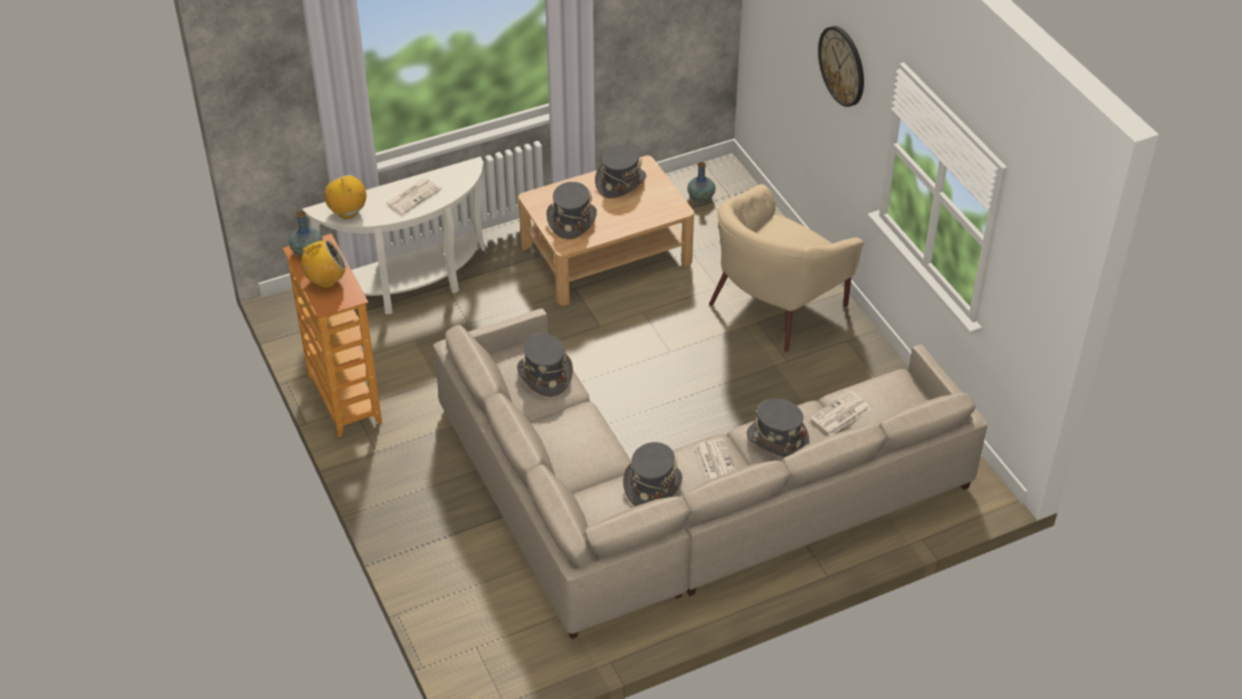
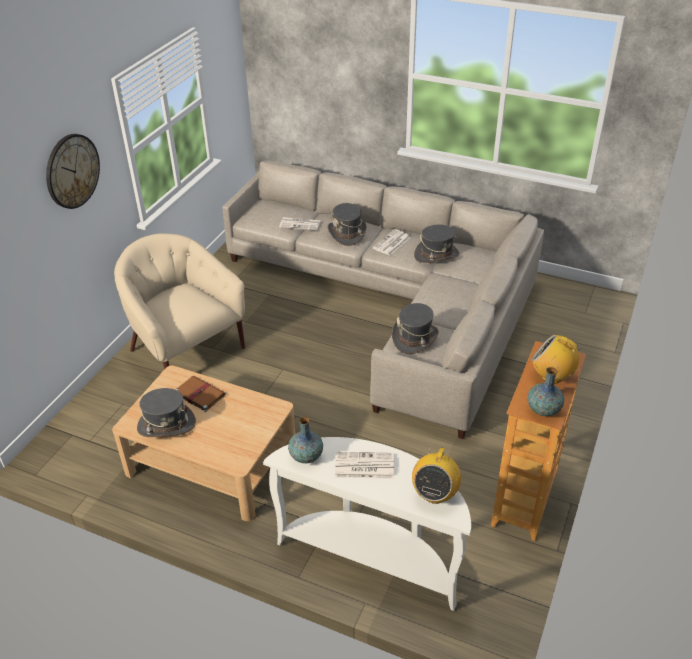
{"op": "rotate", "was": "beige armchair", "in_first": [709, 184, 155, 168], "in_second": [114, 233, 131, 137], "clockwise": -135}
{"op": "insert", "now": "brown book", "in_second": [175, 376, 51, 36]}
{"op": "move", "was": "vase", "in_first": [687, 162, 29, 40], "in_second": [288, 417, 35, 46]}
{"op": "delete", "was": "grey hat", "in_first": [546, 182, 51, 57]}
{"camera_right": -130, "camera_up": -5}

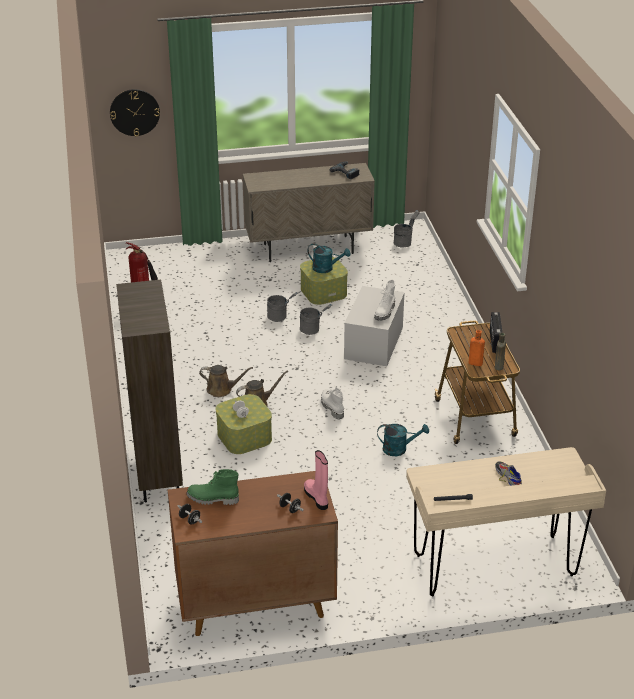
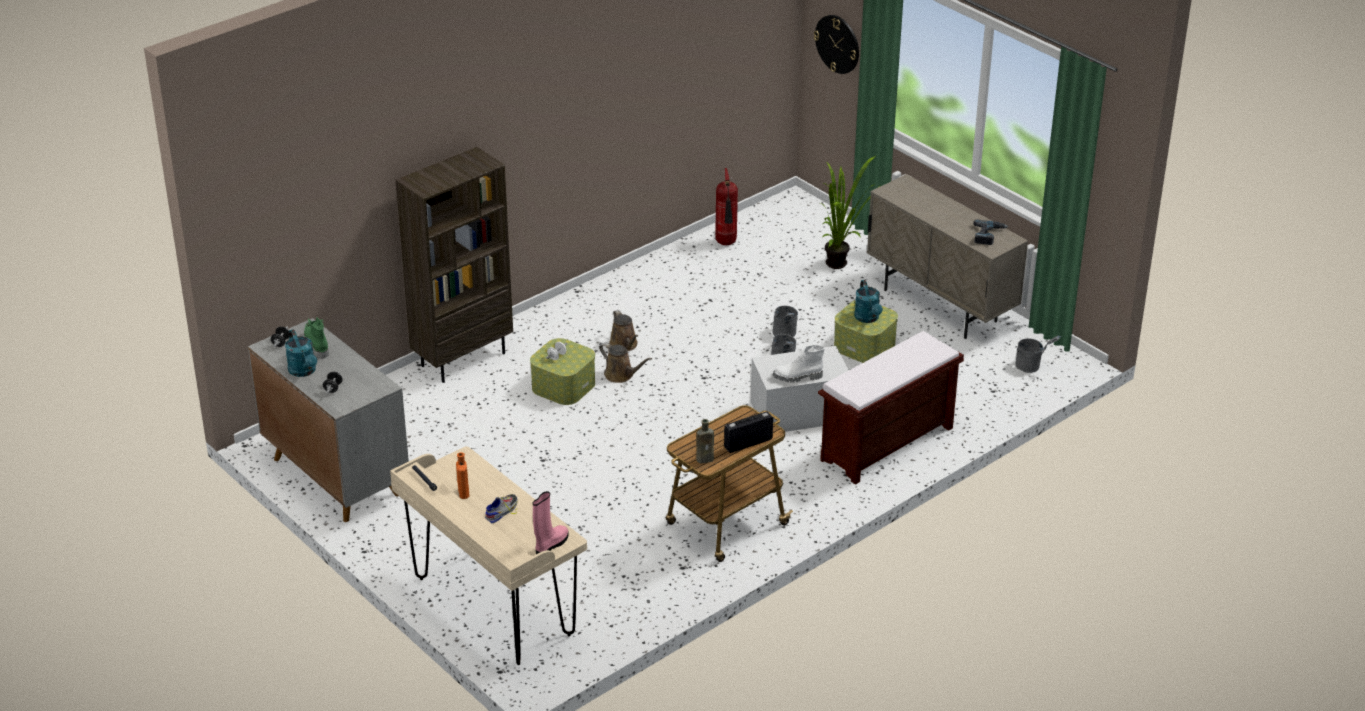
{"op": "recolor", "was": "brown cabinet", "now": "grey cabinet", "in_first": [168, 471, 170, 165], "in_second": [248, 318, 161, 204]}
{"op": "move", "was": "turquoise watering can", "in_first": [377, 424, 52, 32], "in_second": [285, 329, 32, 48]}
{"op": "move", "was": "orange bottle", "in_first": [469, 330, 16, 36], "in_second": [456, 452, 13, 47]}
{"op": "move", "was": "pink boot", "in_first": [304, 450, 24, 60], "in_second": [533, 491, 36, 63]}
{"op": "insert", "now": "brown bench", "in_second": [818, 331, 146, 154]}
{"op": "insert", "now": "potted plant", "in_second": [820, 156, 61, 113]}
{"op": "delete", "was": "white boot", "in_first": [321, 387, 23, 33]}
{"camera_right": 60, "camera_up": 0}

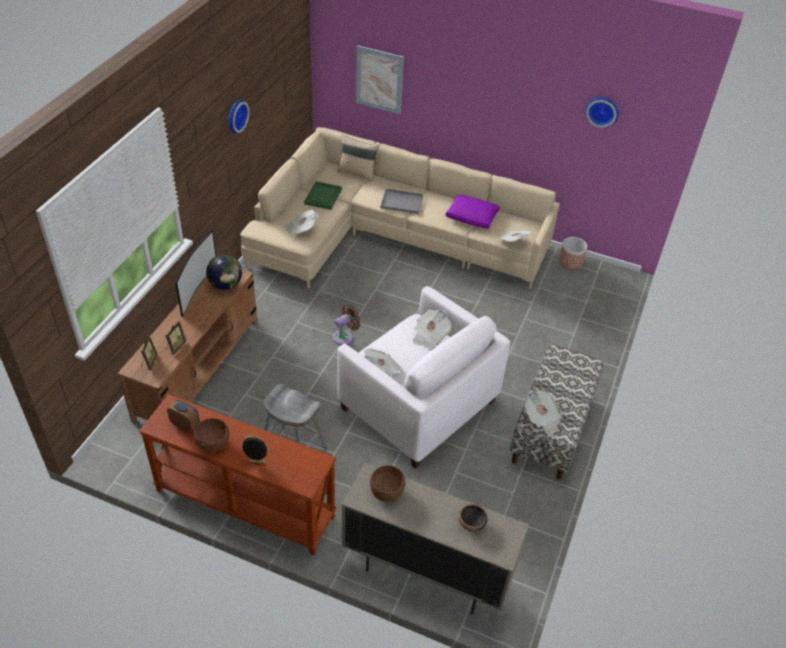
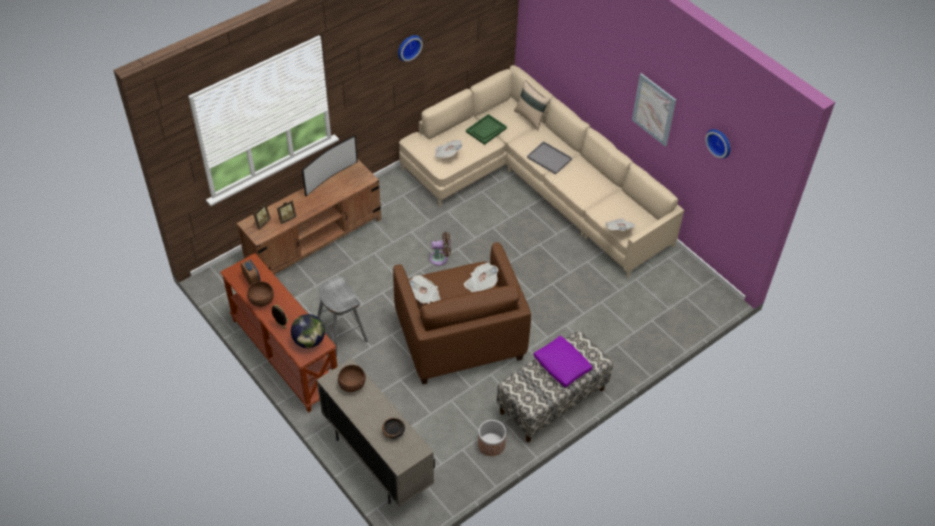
{"op": "move", "was": "globe", "in_first": [206, 254, 36, 36], "in_second": [291, 314, 34, 34]}
{"op": "recolor", "was": "white armchair", "now": "brown armchair", "in_first": [337, 286, 173, 183], "in_second": [393, 242, 138, 143]}
{"op": "move", "was": "planter", "in_first": [559, 237, 28, 33], "in_second": [478, 420, 28, 36]}
{"op": "move", "was": "purple pillow", "in_first": [446, 194, 54, 35], "in_second": [533, 336, 60, 52]}
{"op": "move", "was": "picture", "in_first": [356, 45, 48, 69], "in_second": [632, 73, 44, 74]}
{"op": "delete", "was": "newspaper", "in_first": [525, 390, 37, 44]}
{"camera_right": 30, "camera_up": 5}

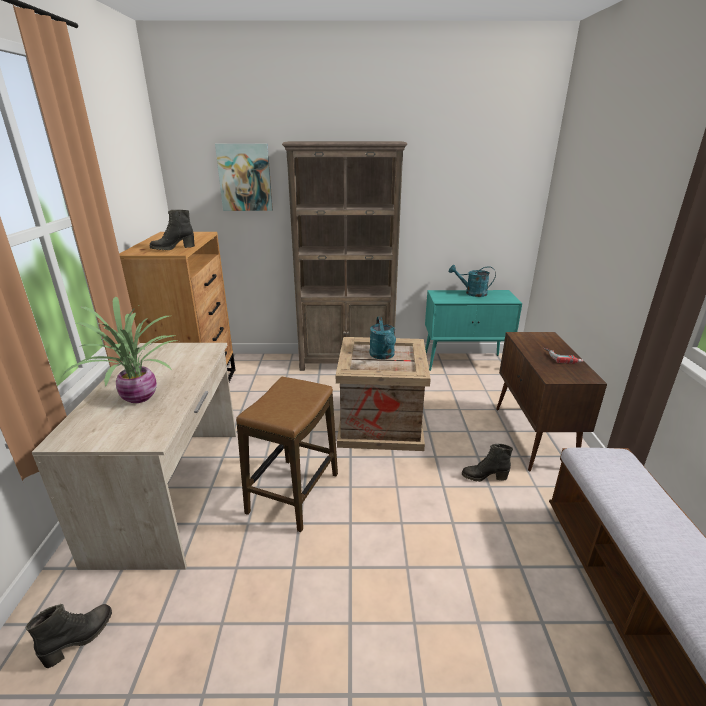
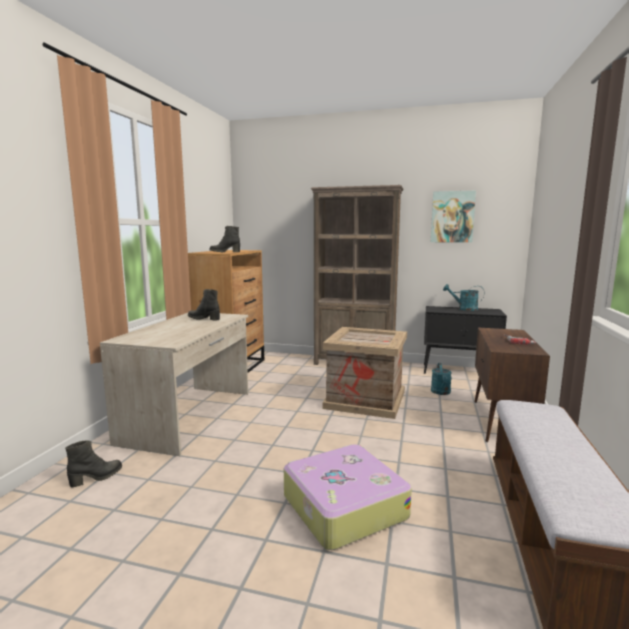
{"op": "move", "was": "black boot", "in_first": [462, 444, 51, 38], "in_second": [188, 289, 32, 32]}
{"op": "insert", "now": "suitcase", "in_second": [284, 444, 128, 106]}
{"op": "recolor", "was": "turquoise cabinet", "now": "black cabinet", "in_first": [425, 290, 97, 81], "in_second": [424, 306, 83, 68]}
{"op": "move", "was": "picture", "in_first": [215, 144, 58, 67], "in_second": [431, 191, 45, 52]}
{"op": "move", "was": "turquoise watering can", "in_first": [370, 317, 26, 43], "in_second": [431, 363, 21, 32]}
{"op": "delete", "was": "potted plant", "in_first": [62, 297, 115, 106]}
{"op": "delete", "was": "stool", "in_first": [236, 377, 102, 155]}
{"camera_right": 15, "camera_up": -15}

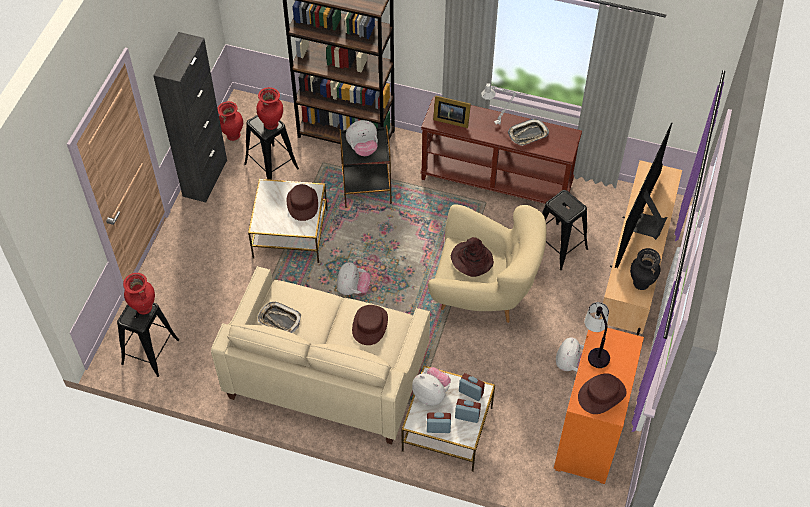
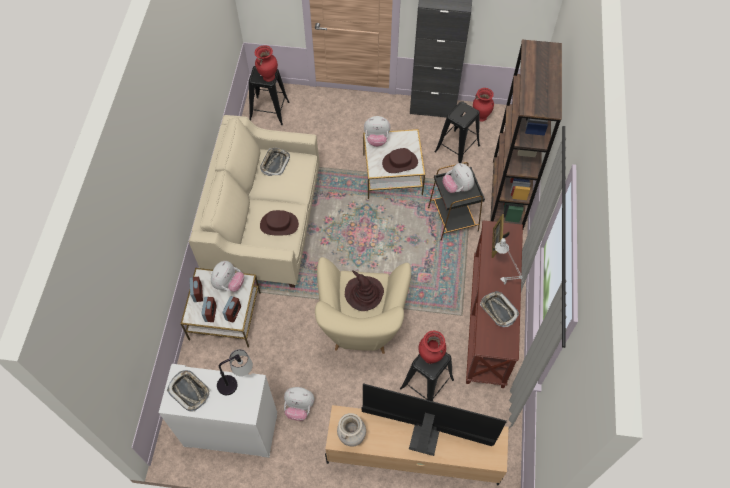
{"op": "recolor", "was": "orange cabinet", "now": "white cabinet", "in_first": [554, 328, 90, 156], "in_second": [159, 364, 118, 94]}
{"op": "replace", "was": "brown hat", "now": "tray", "in_first": [578, 373, 48, 41], "in_second": [167, 370, 43, 42]}
{"op": "recolor", "was": "black vase", "now": "beige vase", "in_first": [630, 248, 31, 42], "in_second": [337, 413, 29, 33]}
{"op": "move", "was": "plush toy", "in_first": [336, 262, 35, 33], "in_second": [364, 116, 27, 31]}
{"op": "move", "was": "red vase", "in_first": [257, 87, 26, 43], "in_second": [418, 331, 28, 33]}
{"camera_right": 80, "camera_up": 5}

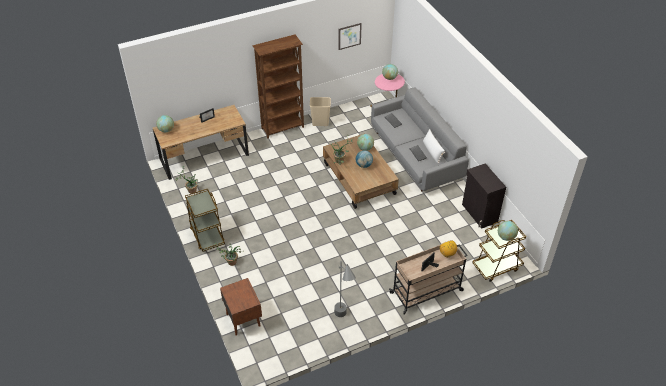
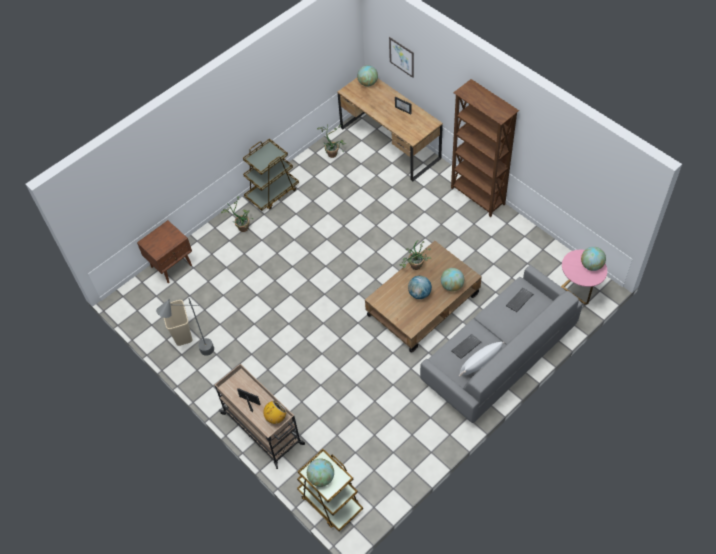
{"op": "move", "was": "beige trash can", "in_first": [310, 97, 21, 29], "in_second": [164, 300, 28, 46]}
{"op": "move", "was": "picture", "in_first": [338, 23, 24, 27], "in_second": [389, 37, 25, 41]}
{"op": "delete", "was": "black cabinet", "in_first": [462, 163, 44, 66]}
{"camera_right": 75, "camera_up": 10}

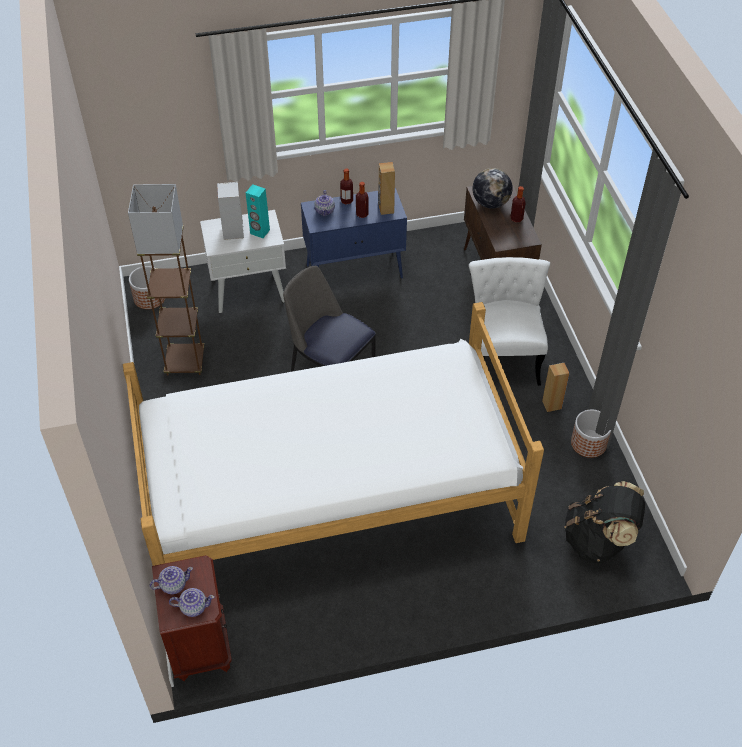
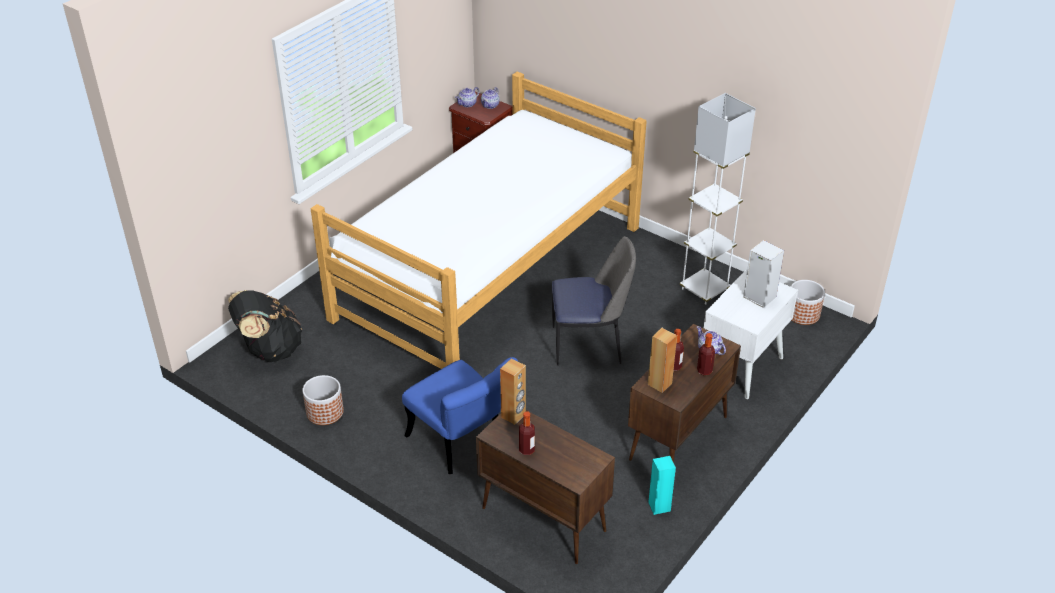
{"op": "recolor", "was": "white chair", "now": "blue chair", "in_first": [469, 257, 81, 129], "in_second": [402, 357, 116, 117]}
{"op": "move", "was": "brown speaker", "in_first": [542, 363, 27, 49], "in_second": [500, 359, 26, 66]}
{"op": "recolor", "was": "blue cabinet", "now": "brown cabinet", "in_first": [301, 188, 106, 90], "in_second": [628, 324, 113, 139]}
{"op": "move", "was": "turquoise speaker", "in_first": [246, 184, 24, 54], "in_second": [648, 456, 28, 59]}
{"op": "recolor", "was": "brown floor lamp", "now": "white floor lamp", "in_first": [128, 184, 76, 192], "in_second": [680, 93, 76, 212]}
{"op": "delete", "was": "globe", "in_first": [473, 168, 40, 41]}
{"camera_right": 140, "camera_up": -10}

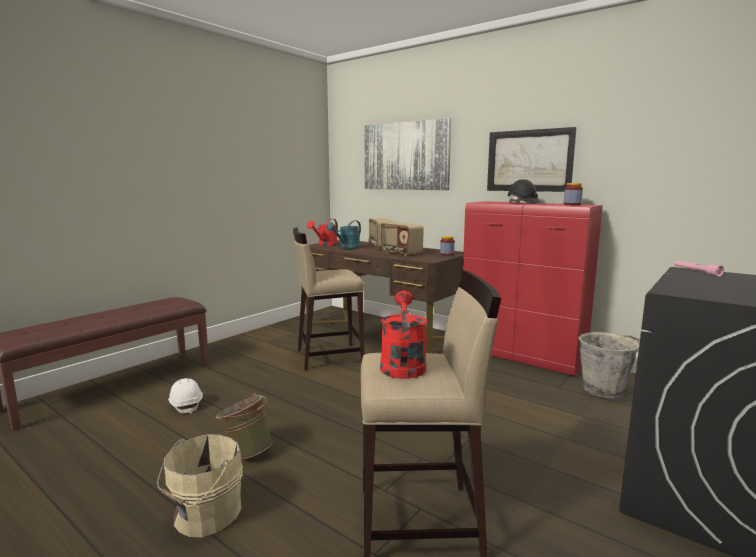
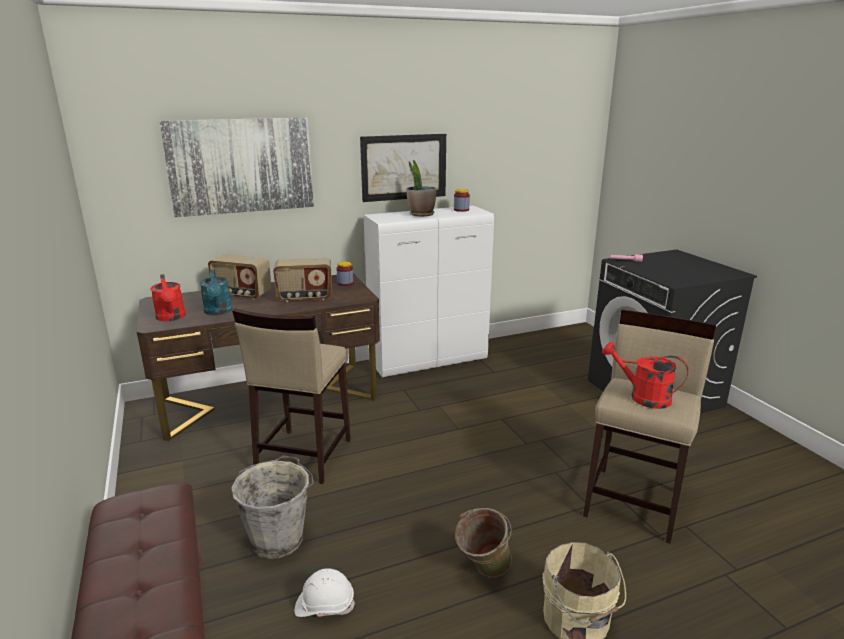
{"op": "move", "was": "grey bucket", "in_first": [578, 331, 62, 67], "in_second": [231, 455, 83, 104]}
{"op": "recolor", "was": "red cabinet", "now": "white cabinet", "in_first": [463, 201, 140, 176], "in_second": [364, 206, 130, 172]}
{"op": "replace", "was": "black hard hat", "now": "potted plant", "in_first": [507, 179, 34, 25], "in_second": [406, 160, 30, 56]}
{"camera_right": -60, "camera_up": 10}

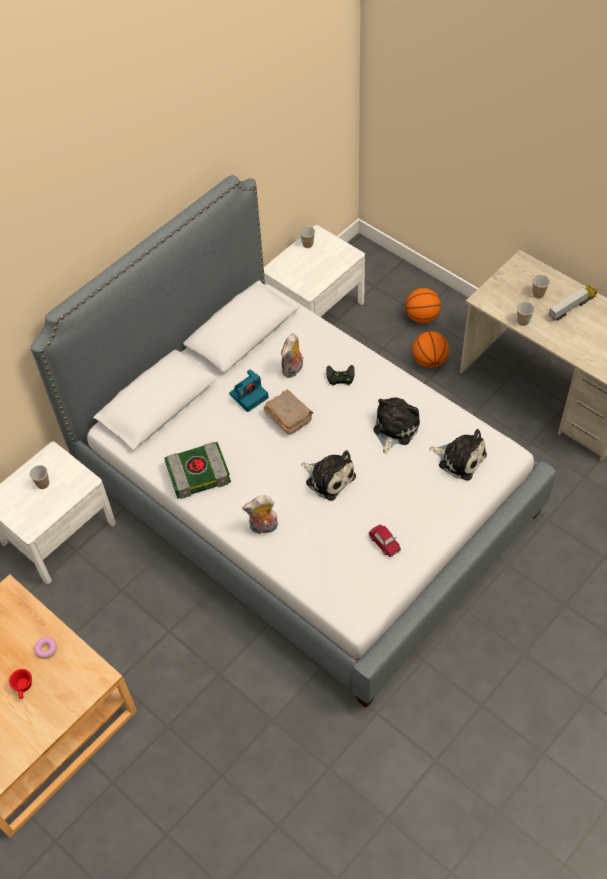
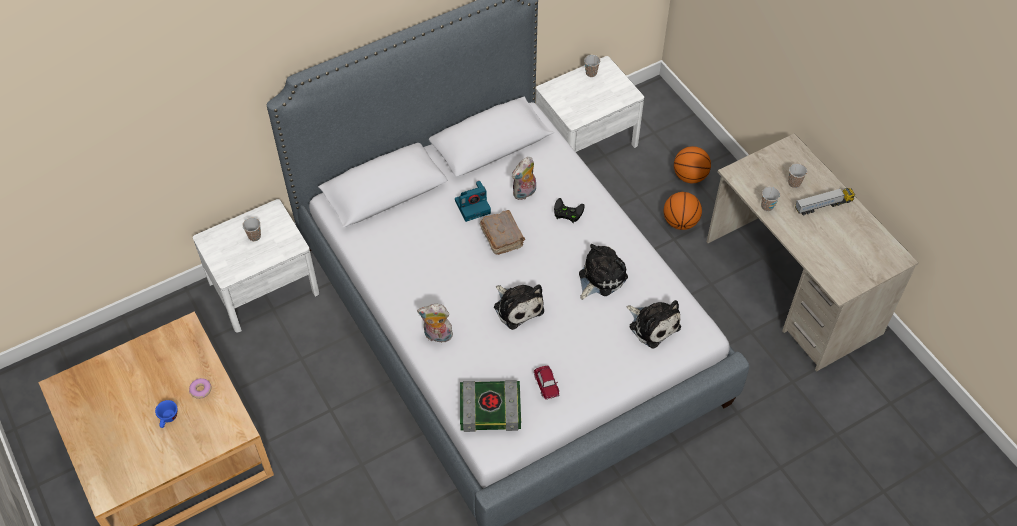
{"op": "recolor", "was": "red cup", "now": "blue cup", "in_first": [9, 669, 23, 30], "in_second": [155, 400, 23, 28]}
{"op": "move", "was": "book", "in_first": [164, 442, 67, 57], "in_second": [460, 380, 61, 52]}
{"camera_right": 15, "camera_up": 0}

